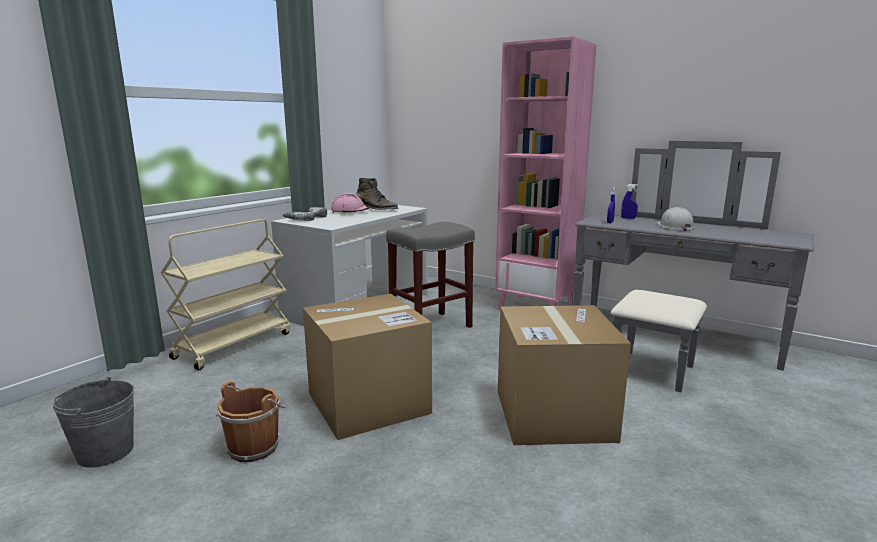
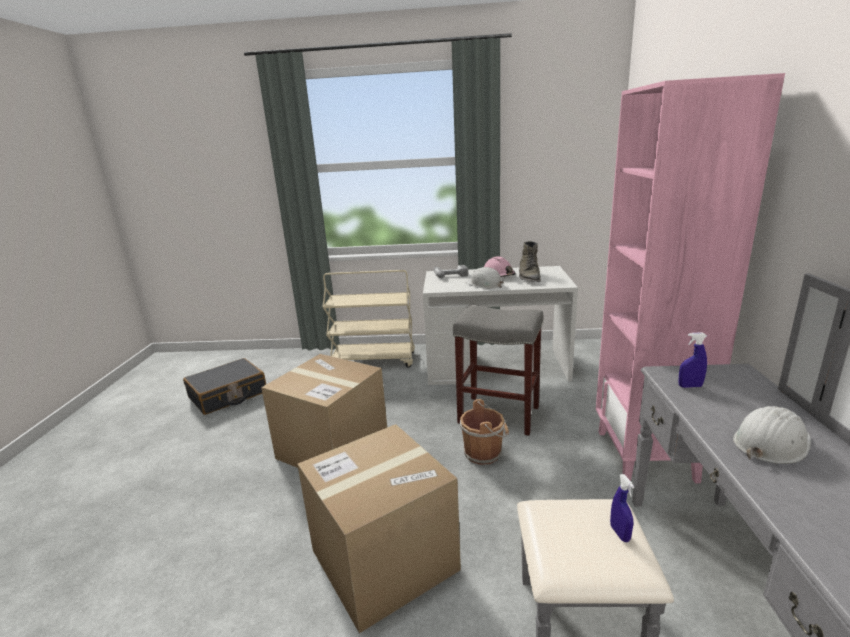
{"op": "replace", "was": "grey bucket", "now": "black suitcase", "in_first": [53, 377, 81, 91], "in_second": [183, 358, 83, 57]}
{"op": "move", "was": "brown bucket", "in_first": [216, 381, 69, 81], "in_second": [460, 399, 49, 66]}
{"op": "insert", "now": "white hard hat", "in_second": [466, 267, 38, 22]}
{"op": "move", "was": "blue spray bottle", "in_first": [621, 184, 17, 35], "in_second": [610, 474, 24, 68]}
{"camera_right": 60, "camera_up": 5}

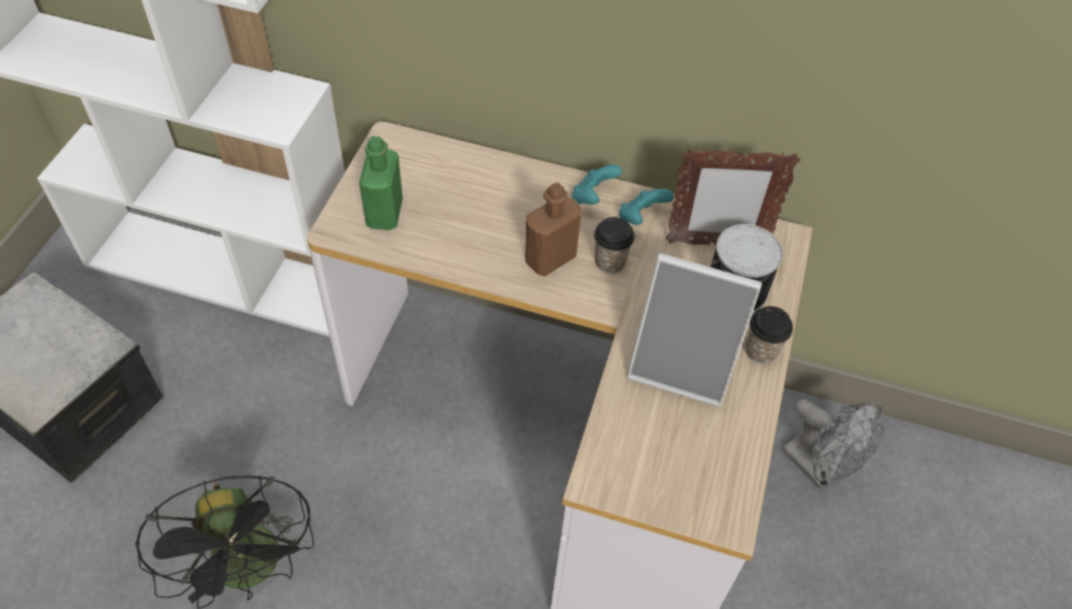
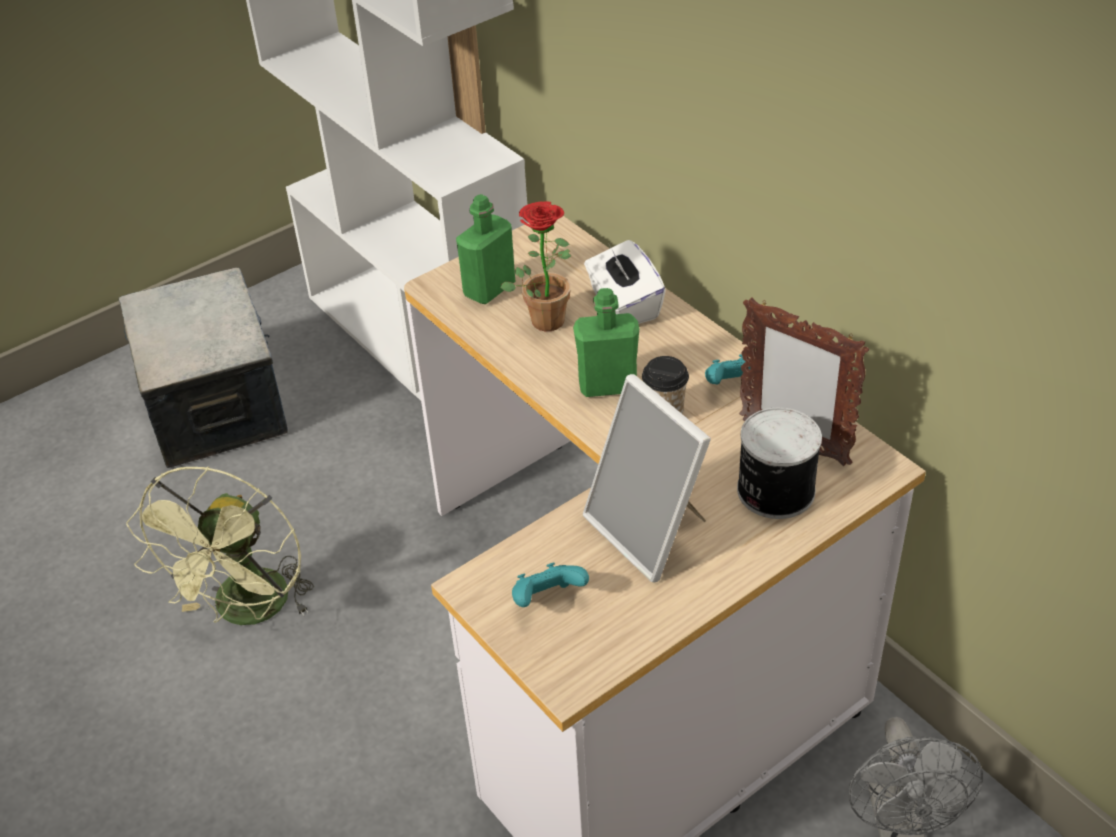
{"op": "recolor", "was": "black fan", "now": "green fan", "in_first": [135, 475, 179, 133], "in_second": [126, 466, 188, 159]}
{"op": "insert", "now": "potted plant", "in_second": [500, 201, 71, 130]}
{"op": "move", "was": "turquoise game controller", "in_first": [572, 165, 50, 39], "in_second": [512, 563, 77, 44]}
{"op": "recolor", "was": "brown bottle", "now": "green bottle", "in_first": [525, 183, 57, 93], "in_second": [573, 288, 66, 109]}
{"op": "insert", "now": "white tissue box", "in_second": [584, 240, 82, 84]}
{"op": "delete", "was": "cup", "in_first": [745, 306, 48, 58]}
{"camera_right": 40, "camera_up": -10}

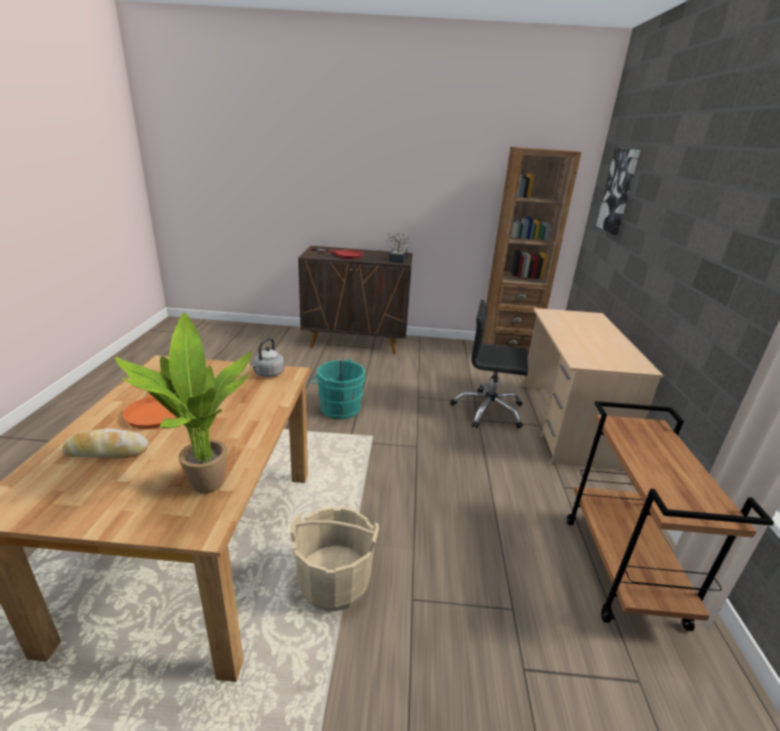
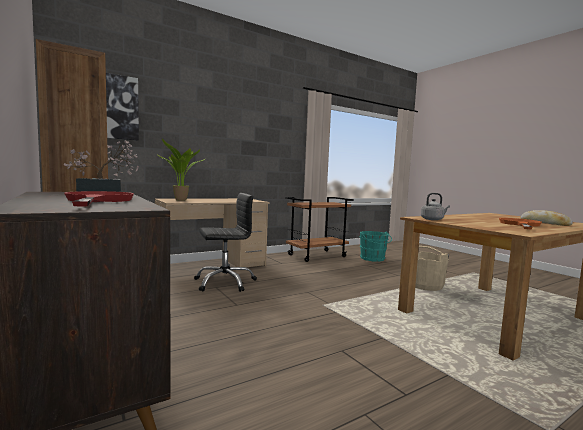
{"op": "move", "was": "potted plant", "in_first": [115, 313, 137, 181], "in_second": [157, 139, 49, 62]}
{"op": "rotate", "was": "black office chair", "in_first": [450, 300, 78, 129], "in_second": [194, 193, 63, 99], "clockwise": -90}
{"op": "move", "was": "turquoise bucket", "in_first": [311, 359, 54, 60], "in_second": [360, 231, 32, 31]}
{"camera_right": -125, "camera_up": -20}

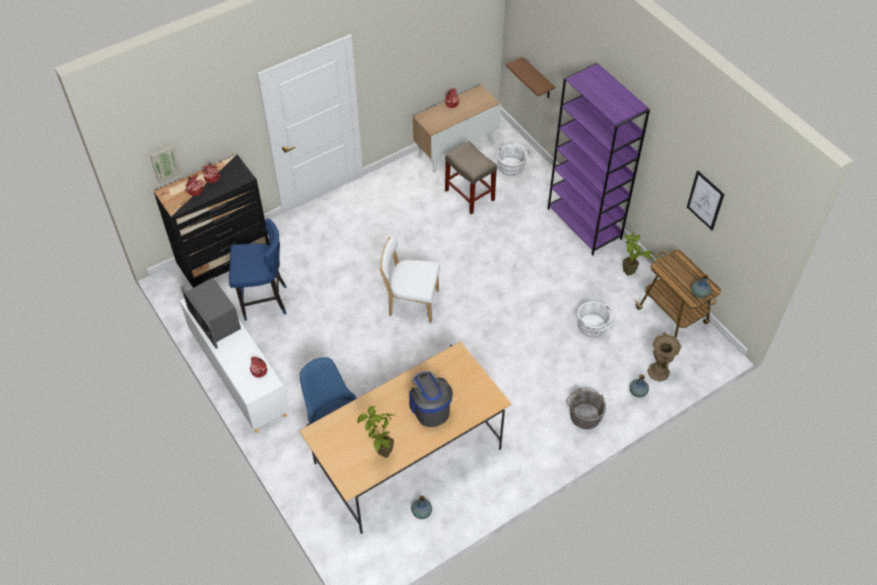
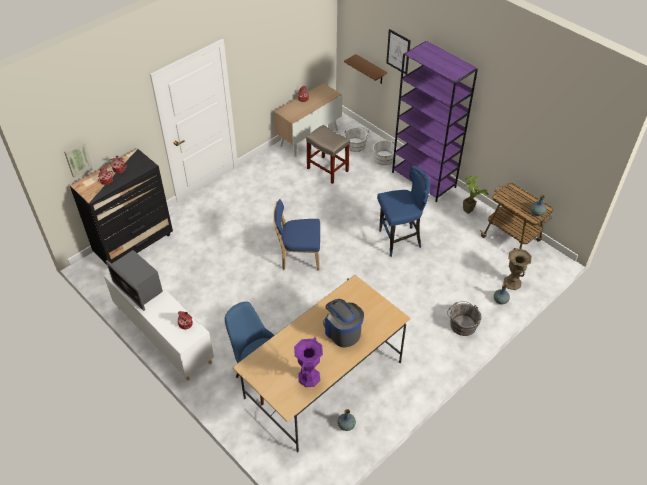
{"op": "recolor", "was": "white chair", "now": "blue chair", "in_first": [380, 235, 60, 88], "in_second": [273, 199, 47, 71]}
{"op": "replace", "was": "potted plant", "now": "purple vase", "in_first": [357, 406, 40, 52], "in_second": [294, 337, 29, 50]}
{"op": "move", "was": "white bucket", "in_first": [577, 301, 38, 36], "in_second": [372, 140, 27, 25]}
{"op": "move", "was": "blue stool", "in_first": [229, 218, 58, 103], "in_second": [377, 165, 53, 92]}
{"op": "move", "was": "picture", "in_first": [687, 170, 37, 61], "in_second": [386, 29, 25, 46]}
{"camera_right": -10, "camera_up": -5}

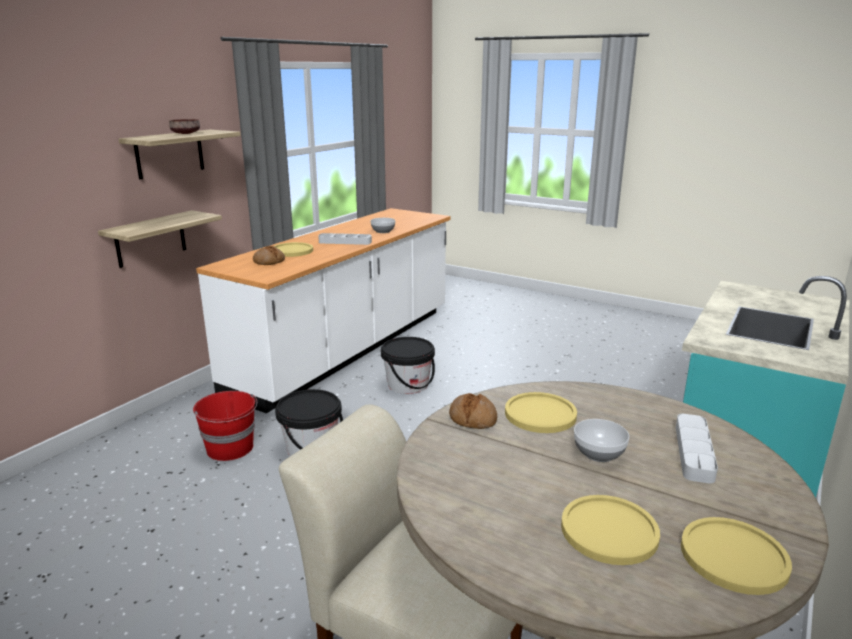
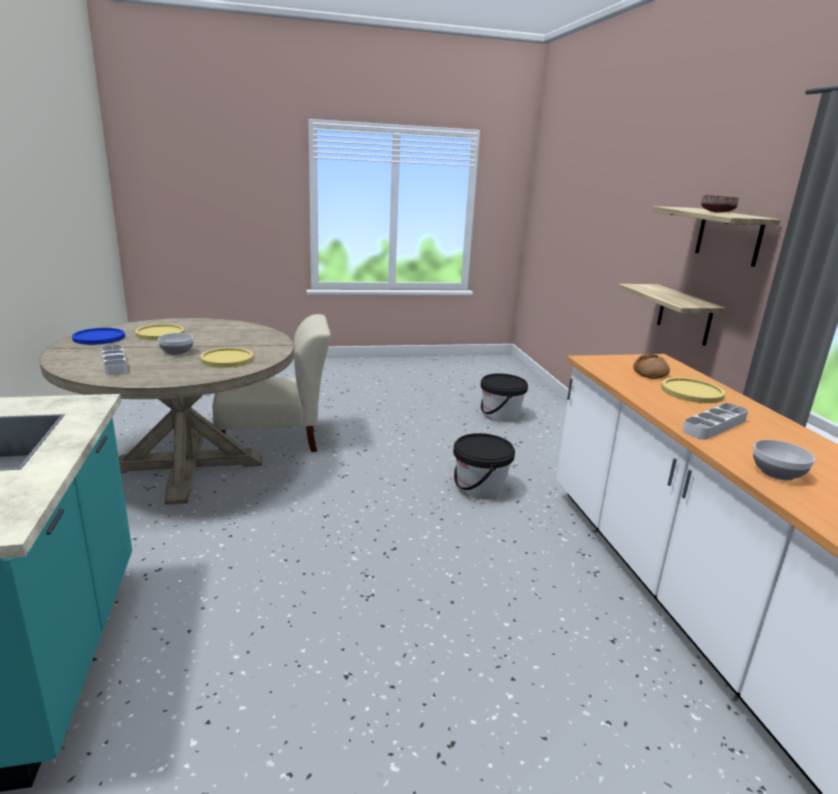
{"op": "recolor", "was": "yellow plate", "now": "blue plate", "in_first": [681, 517, 111, 78], "in_second": [72, 328, 53, 17]}
{"op": "move", "was": "black bucket", "in_first": [381, 337, 54, 57], "in_second": [480, 373, 48, 49]}
{"op": "delete", "was": "red bucket", "in_first": [193, 391, 64, 70]}
{"op": "delete", "was": "bread", "in_first": [449, 393, 48, 36]}
{"camera_right": 135, "camera_up": 0}

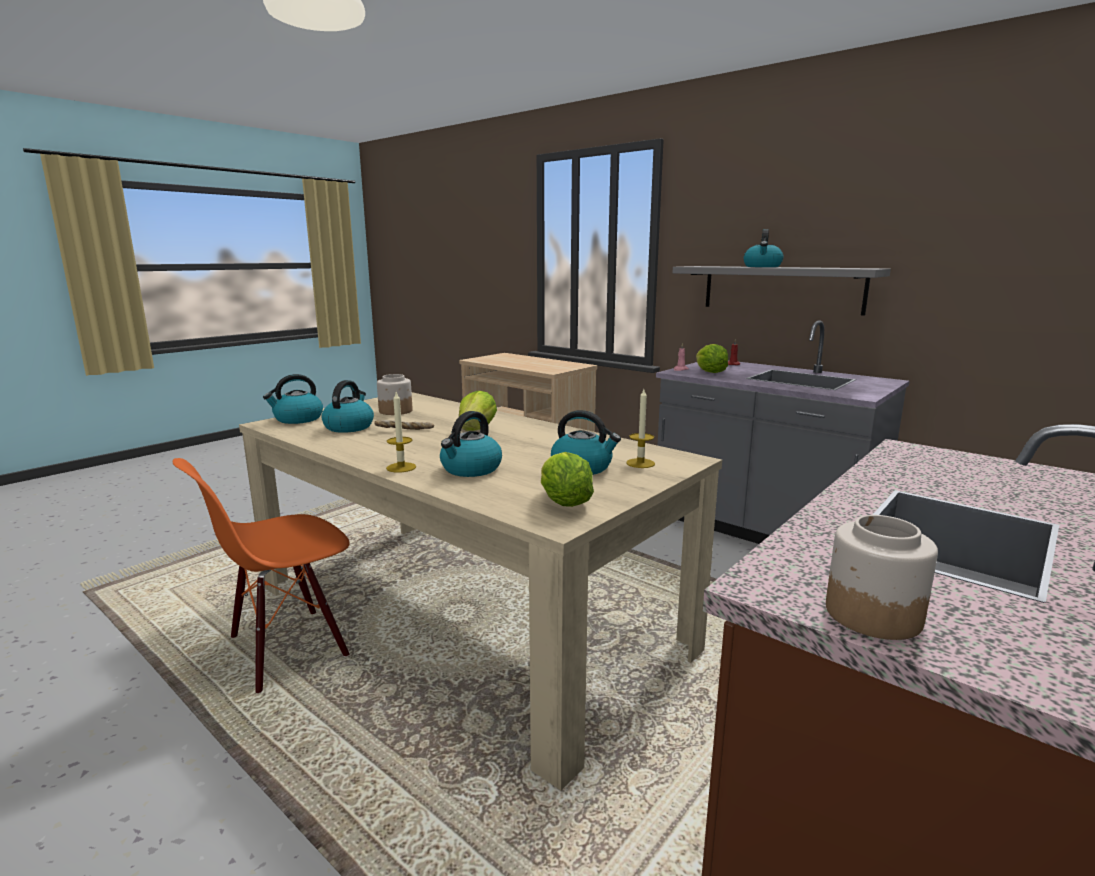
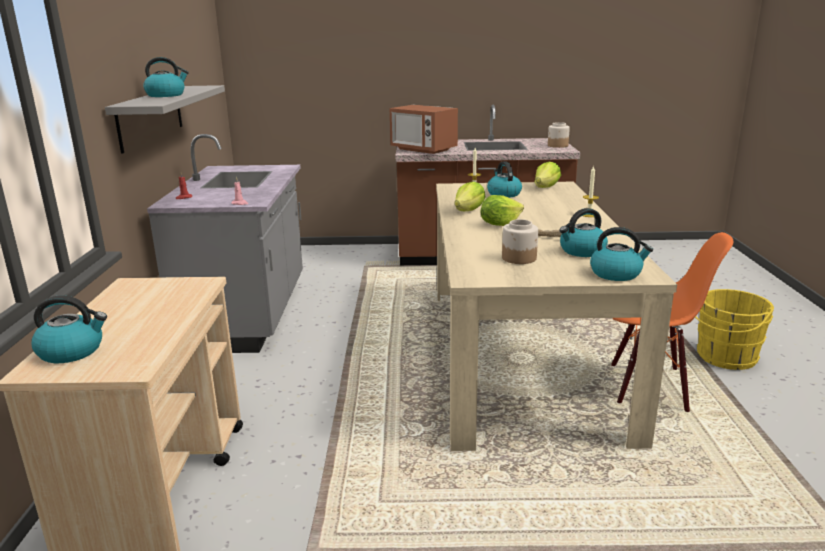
{"op": "move", "was": "kettle", "in_first": [440, 411, 62, 66], "in_second": [31, 295, 76, 68]}
{"op": "insert", "now": "microwave", "in_second": [390, 105, 68, 49]}
{"op": "move", "was": "lettuce", "in_first": [696, 344, 32, 29], "in_second": [455, 182, 31, 29]}
{"op": "insert", "now": "yellow bucket", "in_second": [695, 289, 79, 81]}
{"camera_right": -130, "camera_up": 5}

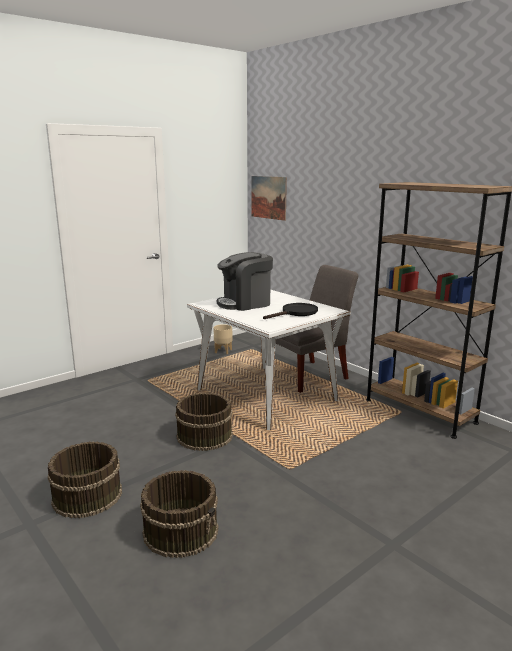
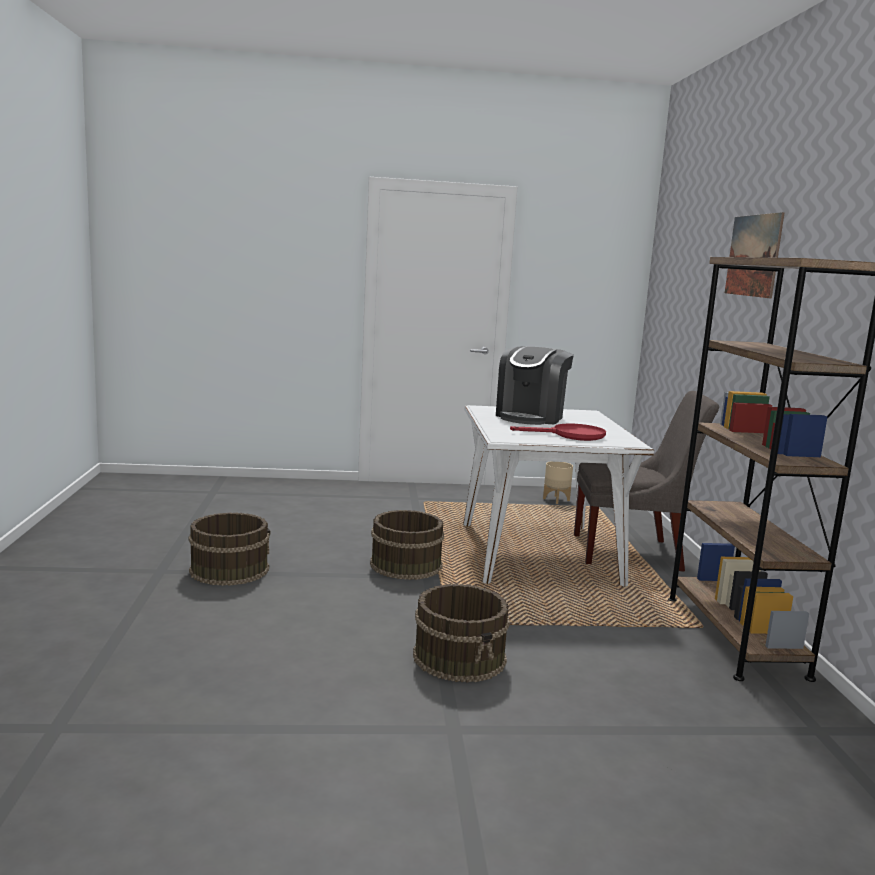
{"op": "move", "was": "brown bucket", "in_first": [140, 470, 78, 88], "in_second": [413, 584, 97, 99]}
{"op": "rotate", "was": "coffee machine", "in_first": [217, 252, 56, 59], "in_second": [496, 346, 78, 79], "clockwise": -75}
{"op": "recolor", "was": "black frying pan", "now": "red frying pan", "in_first": [263, 303, 55, 16], "in_second": [510, 424, 96, 17]}
{"op": "move", "was": "picture", "in_first": [251, 176, 36, 45], "in_second": [725, 212, 60, 86]}
{"camera_right": 35, "camera_up": -5}

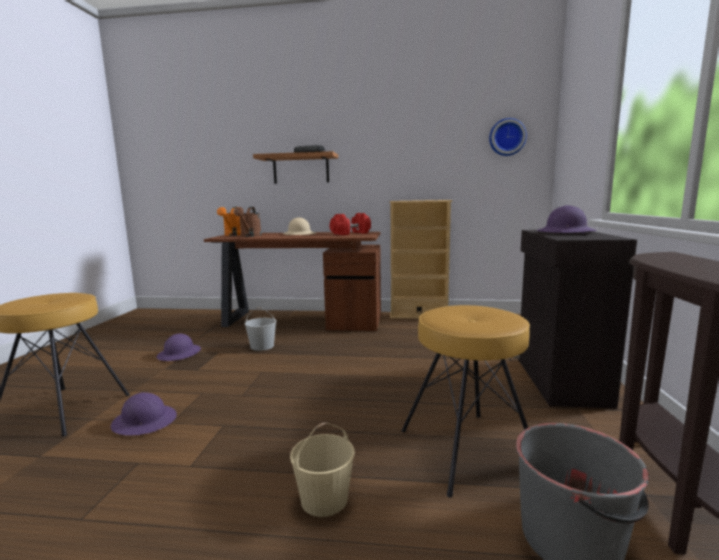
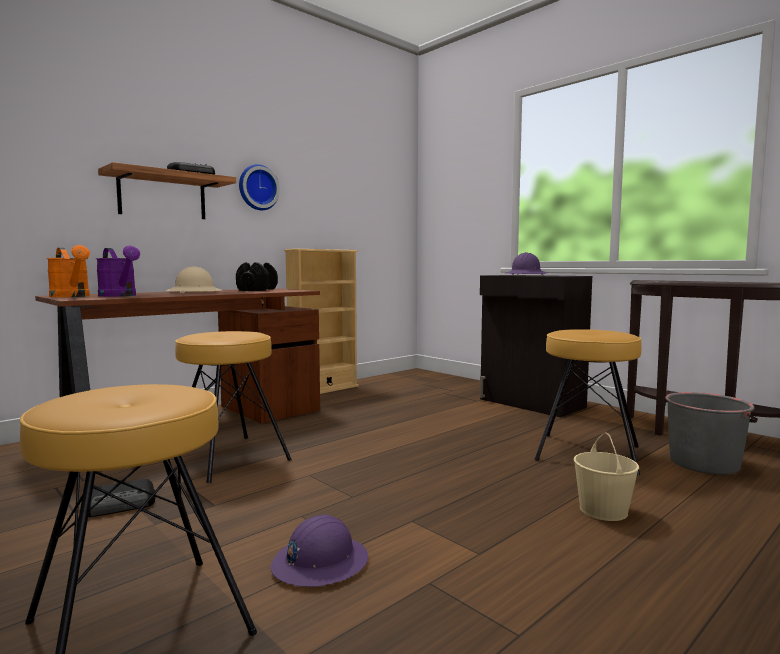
{"op": "replace", "was": "purple hard hat", "now": "radio", "in_first": [157, 334, 44, 27], "in_second": [88, 479, 68, 38]}
{"op": "recolor", "was": "brown watering can", "now": "purple watering can", "in_first": [234, 207, 28, 30], "in_second": [96, 246, 44, 51]}
{"op": "replace", "was": "white bucket", "now": "brown stool", "in_first": [245, 307, 31, 44], "in_second": [175, 331, 117, 152]}
{"op": "recolor", "was": "red dumbbell", "now": "black dumbbell", "in_first": [329, 213, 42, 22], "in_second": [236, 262, 42, 29]}
{"op": "move", "was": "wall clock", "in_first": [489, 118, 38, 38], "in_second": [239, 164, 41, 46]}
{"camera_right": -50, "camera_up": -5}

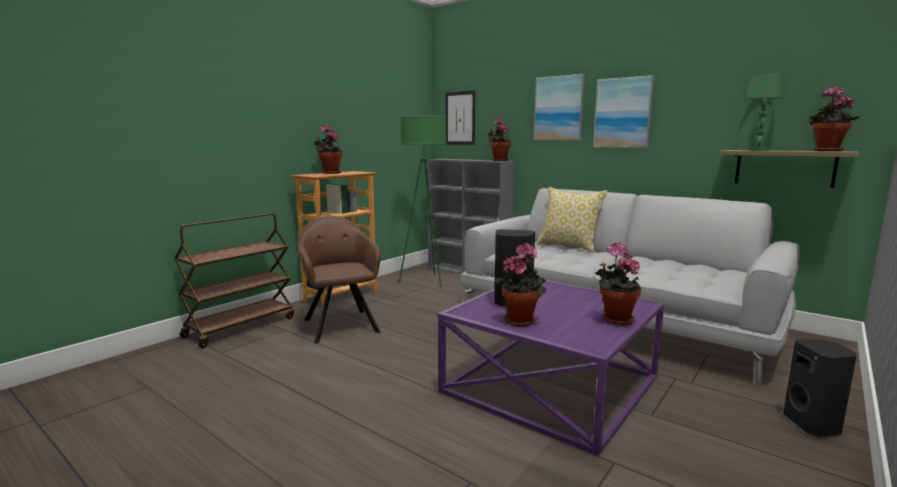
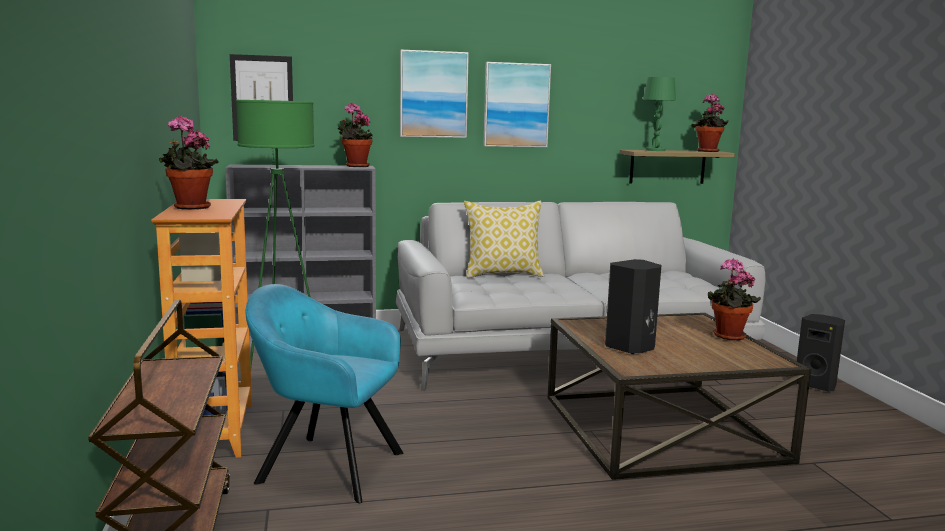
{"op": "recolor", "was": "brown armchair", "now": "turquoise armchair", "in_first": [297, 216, 84, 127], "in_second": [246, 284, 157, 219]}
{"op": "recolor", "was": "purple coffee table", "now": "brown coffee table", "in_first": [438, 278, 227, 178], "in_second": [548, 313, 263, 167]}
{"op": "delete", "was": "potted plant", "in_first": [496, 243, 50, 84]}
{"camera_right": -50, "camera_up": 0}

